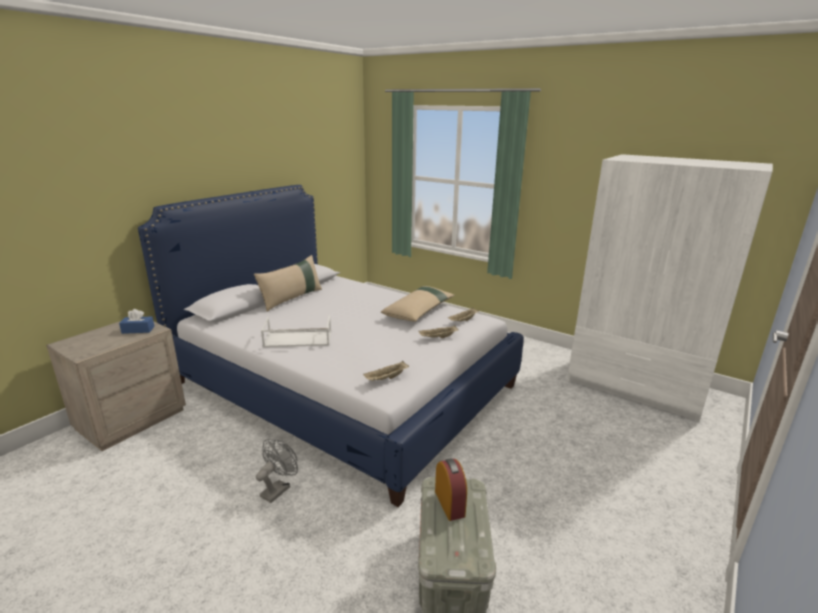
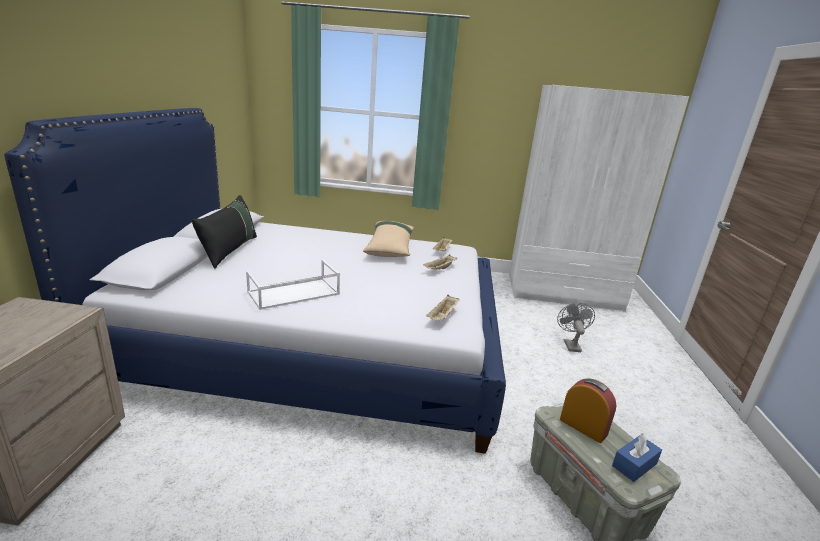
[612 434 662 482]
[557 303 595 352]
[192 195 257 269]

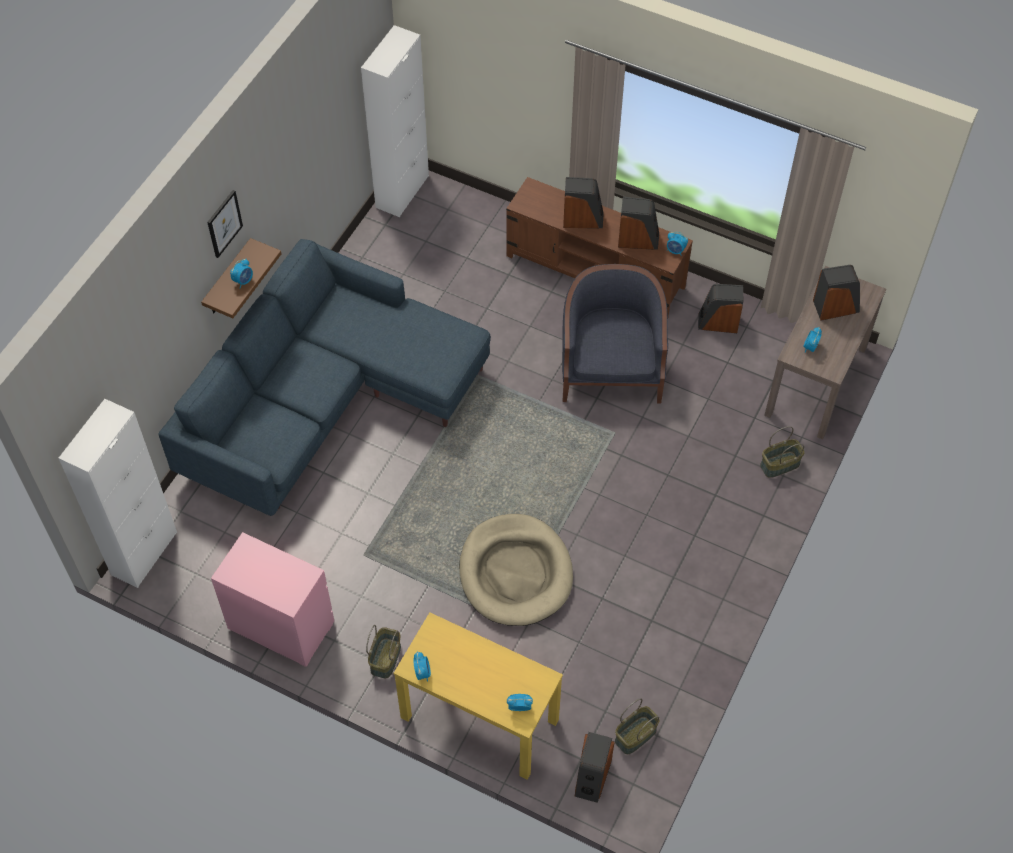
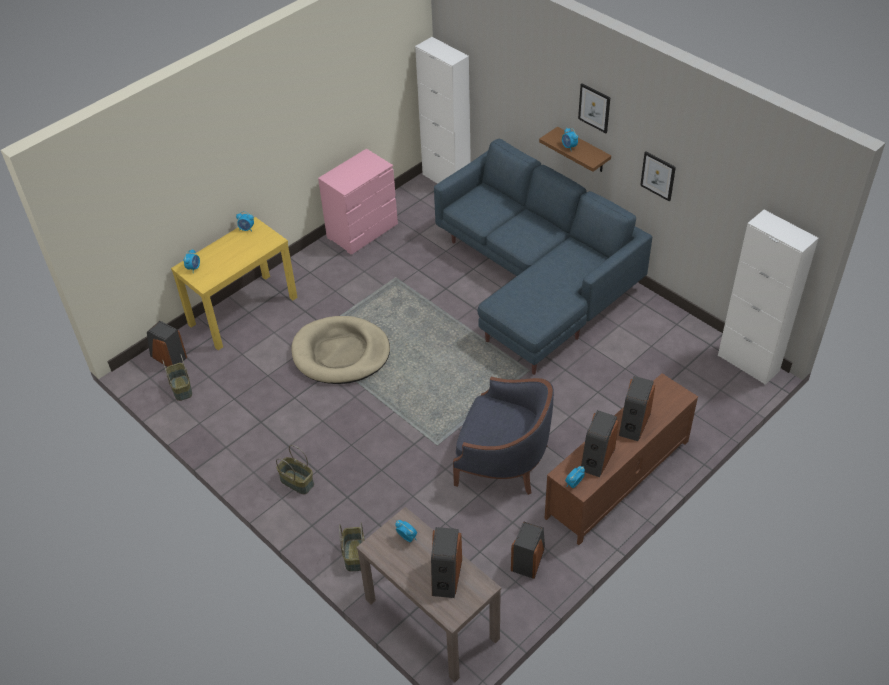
[640 152 676 201]
[276 445 314 494]

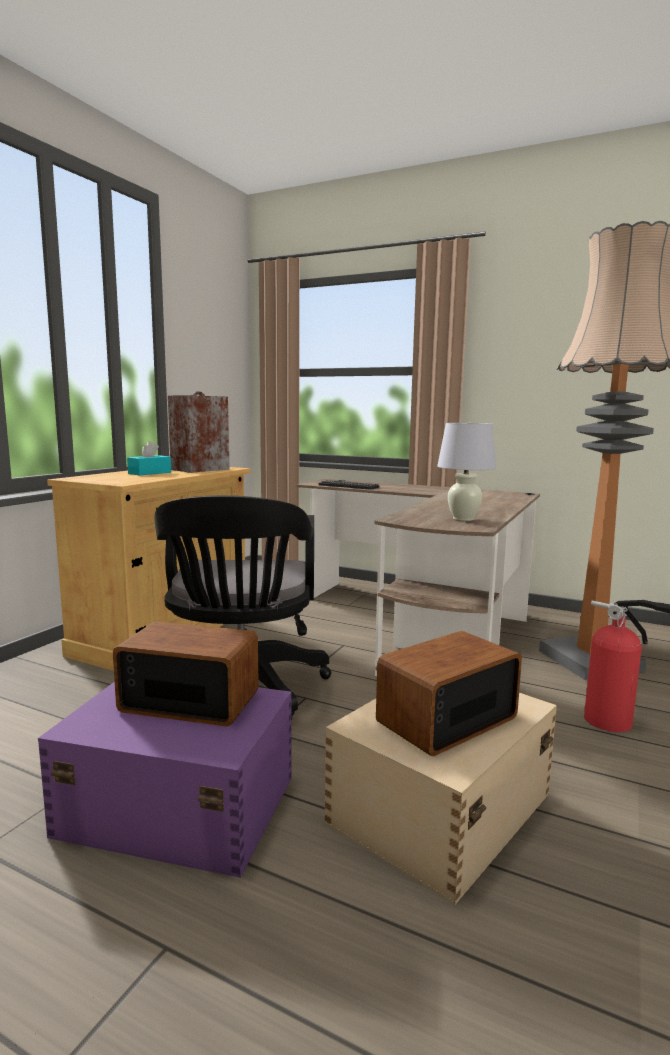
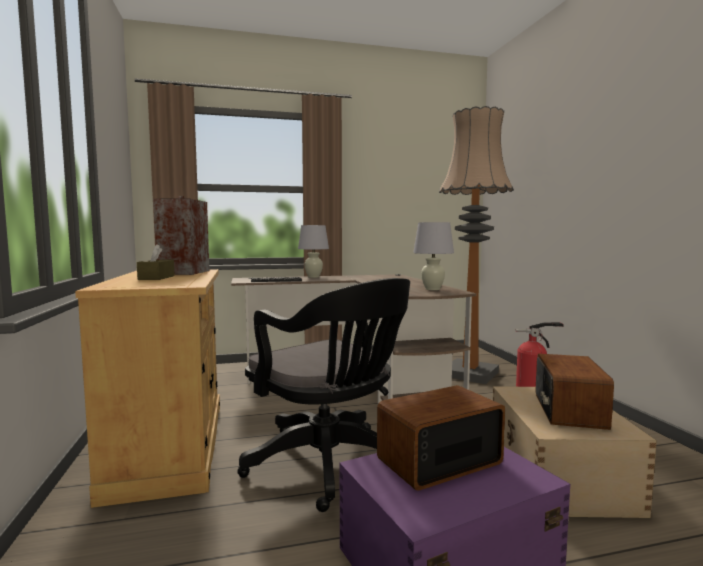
[298 225 329 278]
[137 244 175 280]

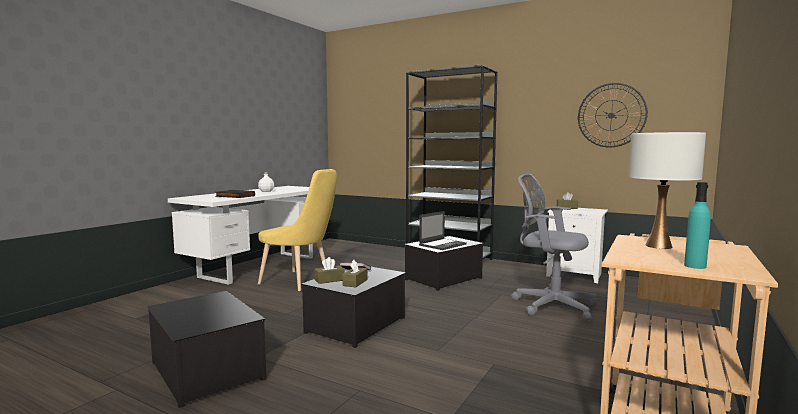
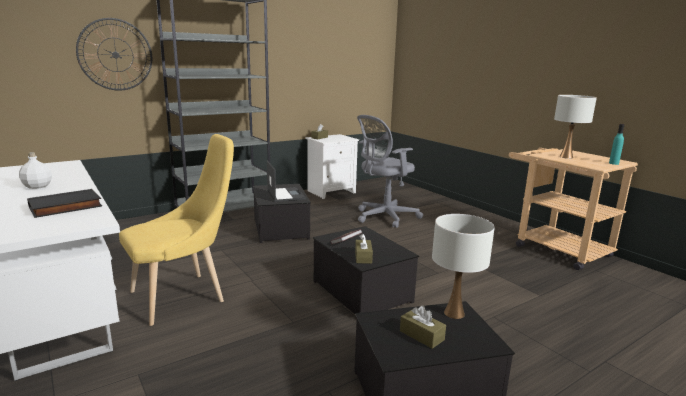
[432 214 495 319]
[400 305 446 349]
[76 18 152 91]

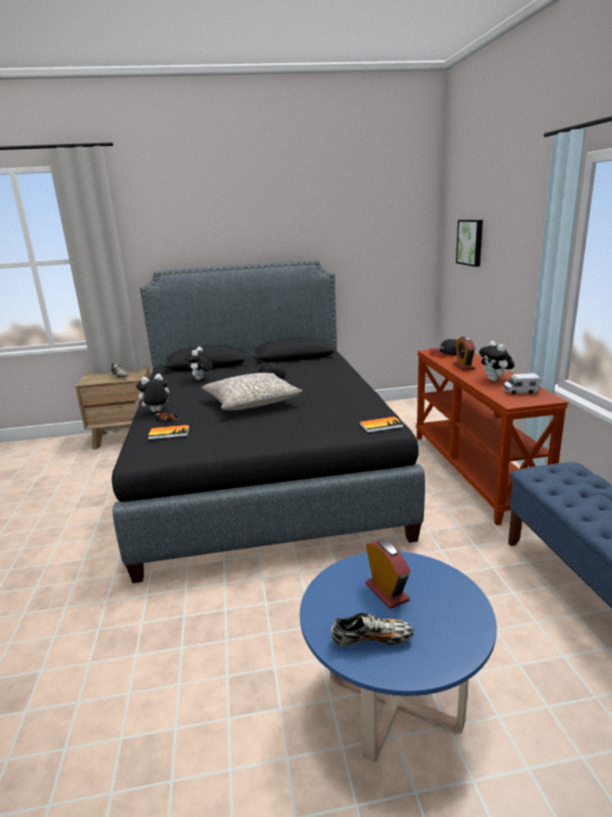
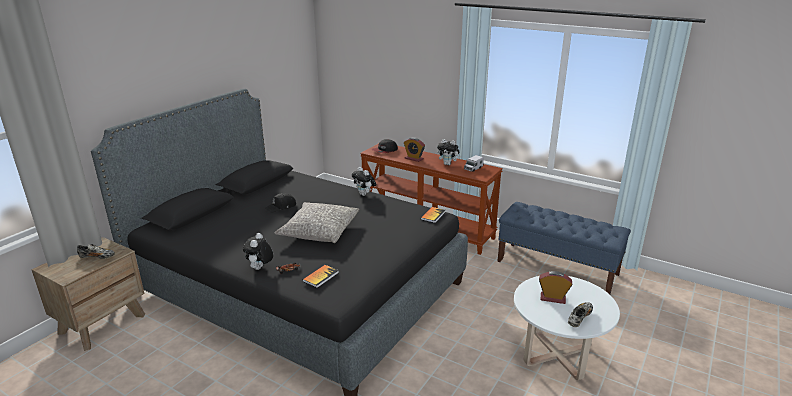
[456 220 483 267] (first image)
[352 167 376 196]
[514 276 620 380]

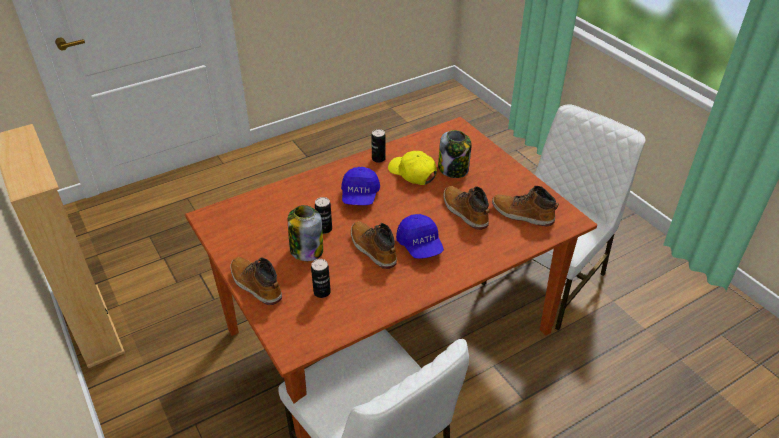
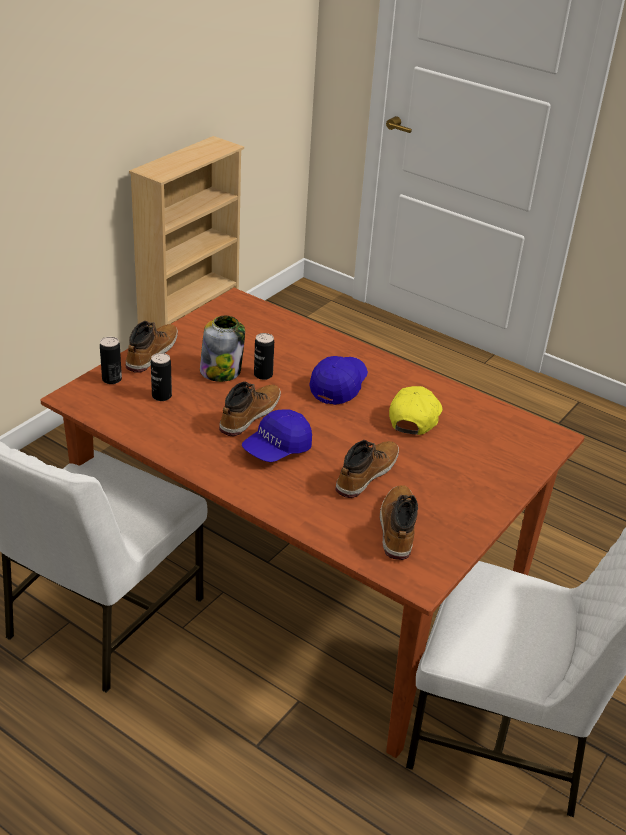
[438 130 471 178] (first image)
[100 337 122 384]
[309 356 368 405]

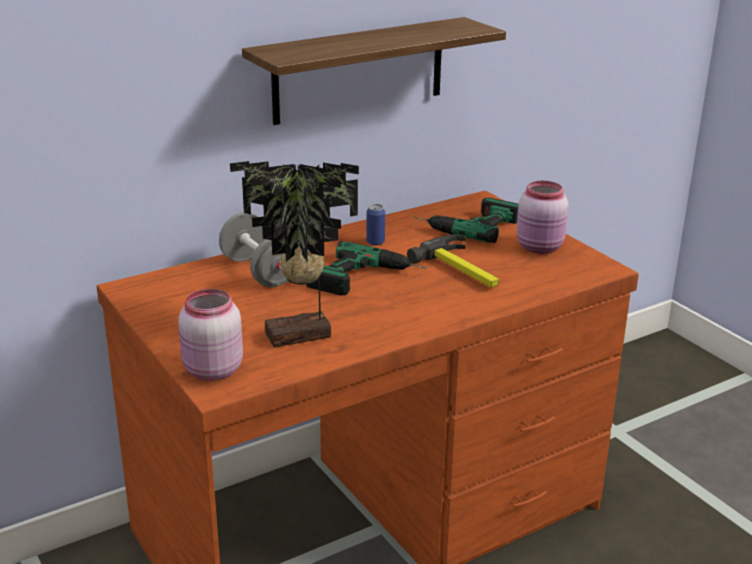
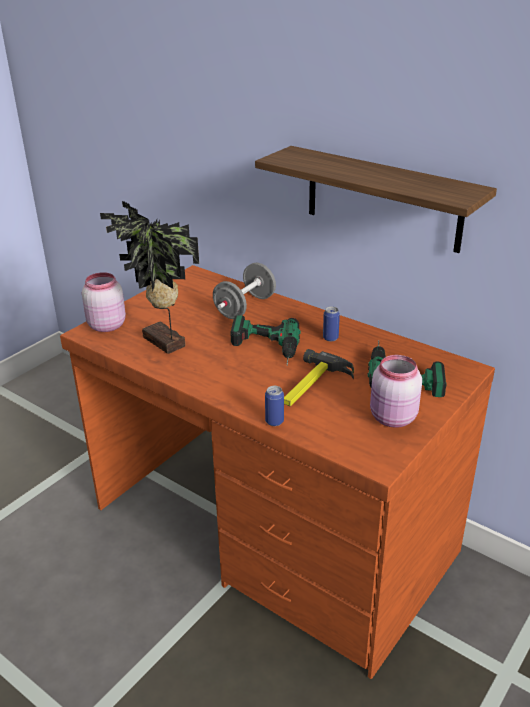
[265 386 284 426]

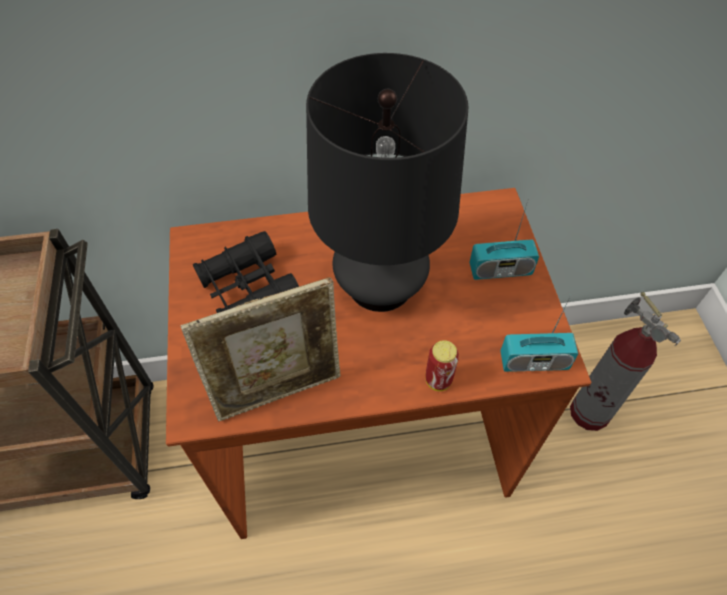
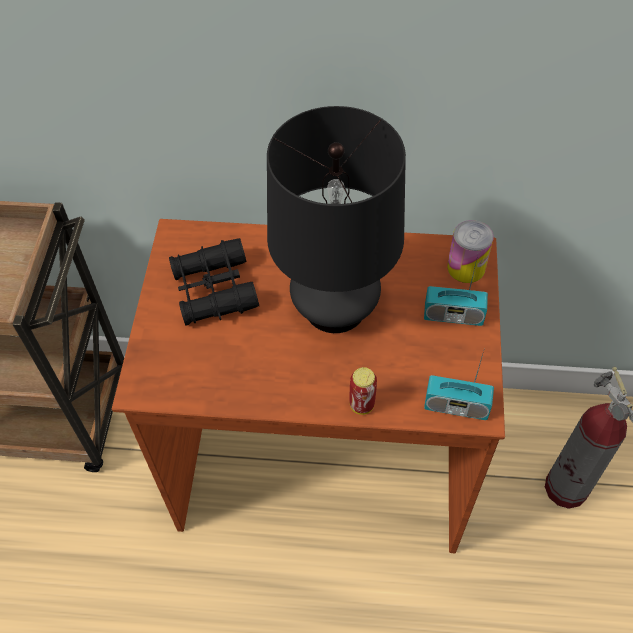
[180 277 341 422] (first image)
[447 220 493 283]

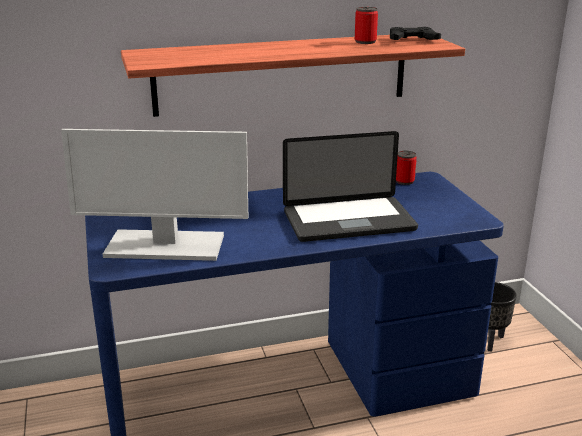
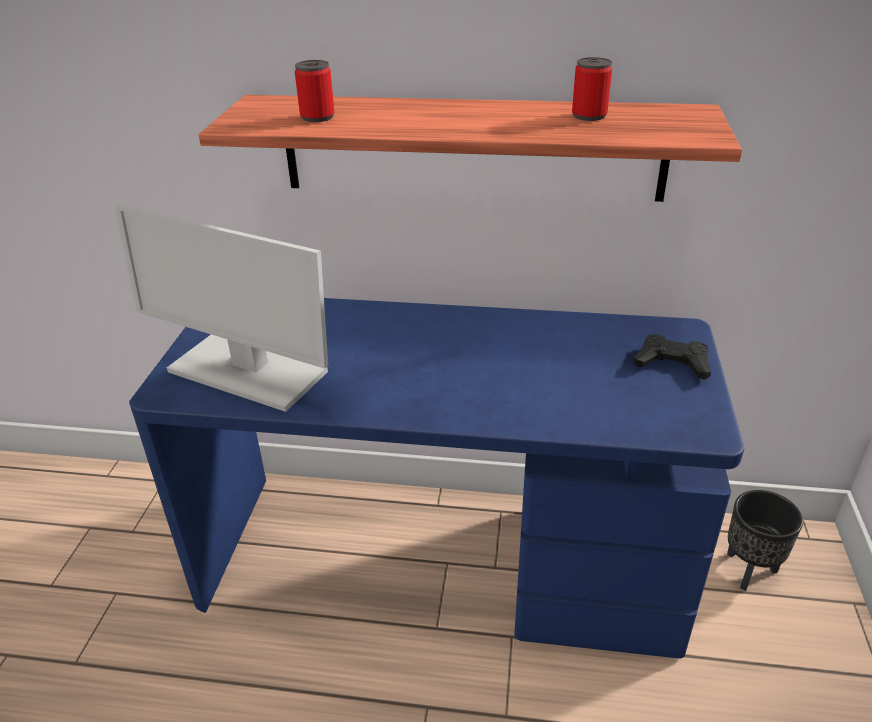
[283 131 418 242] (first image)
[633 334 711 380]
[295 60 334 122]

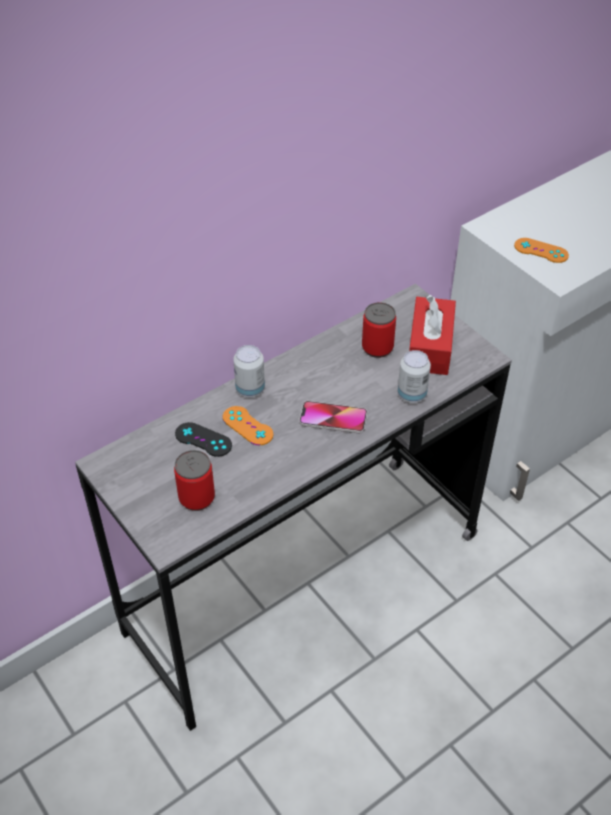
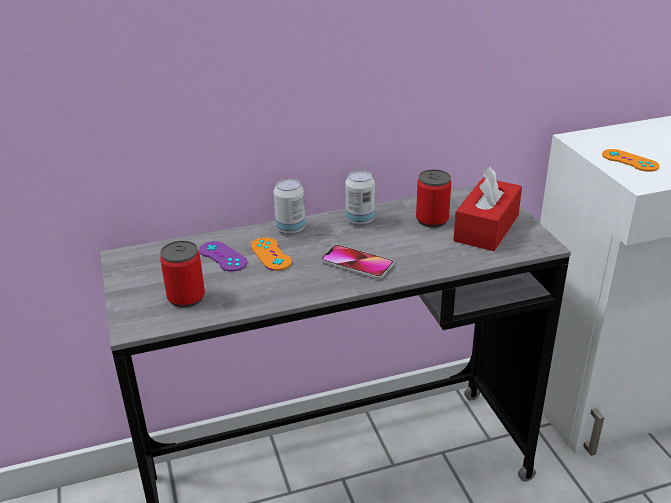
[345 170 375 226]
[199 241 248 272]

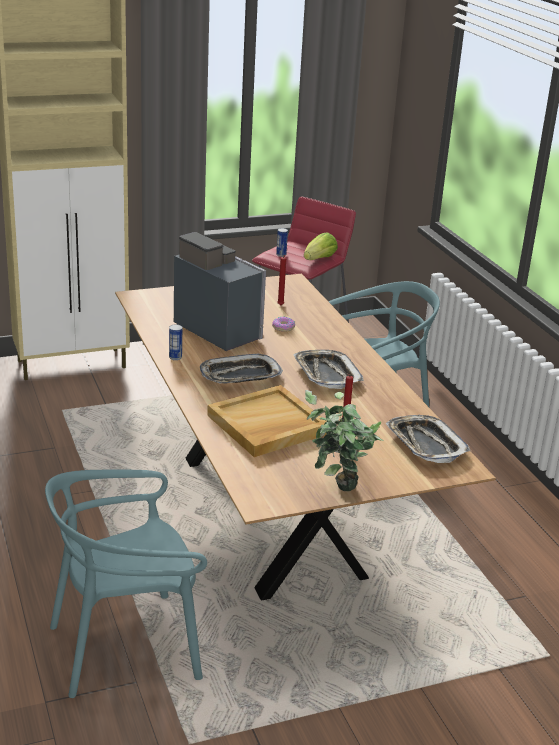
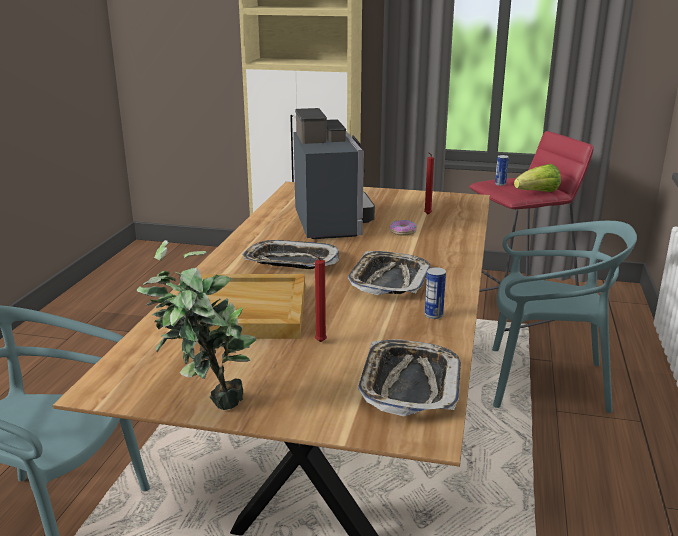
[425 267 446 319]

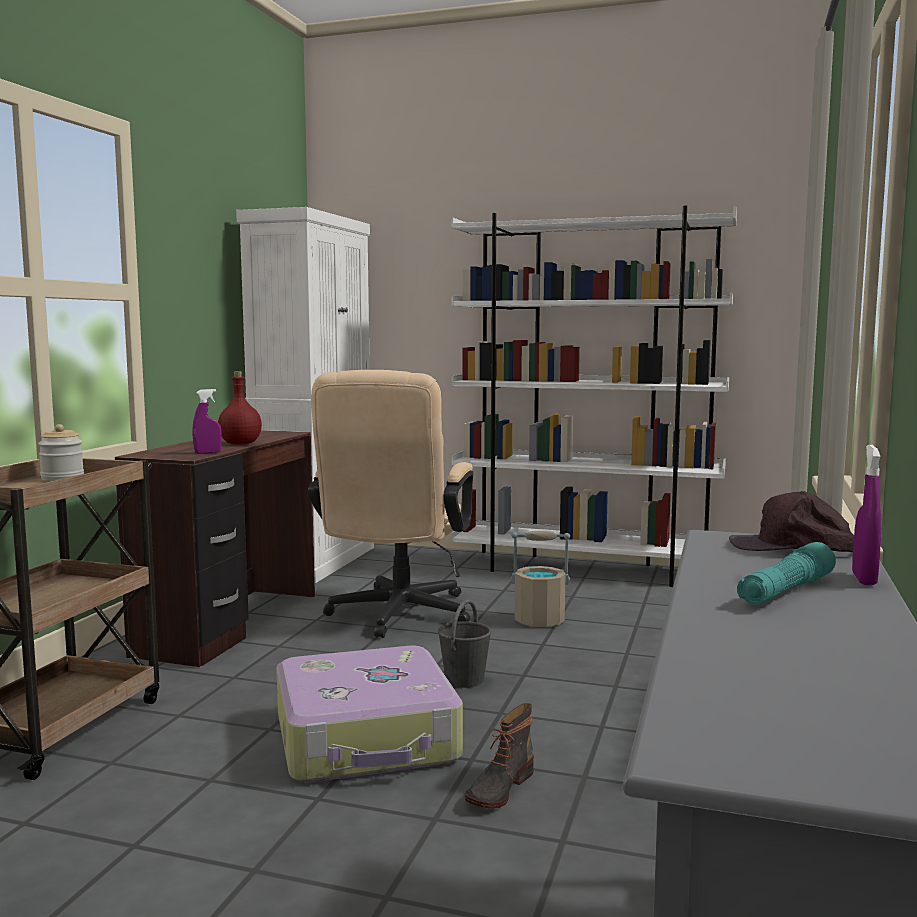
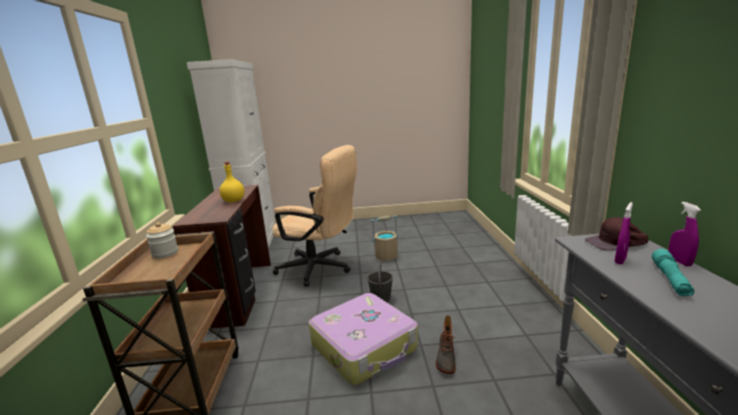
[451 205 737 587] (first image)
[615 202 633 264]
[220 162 244 202]
[272 145 357 287]

